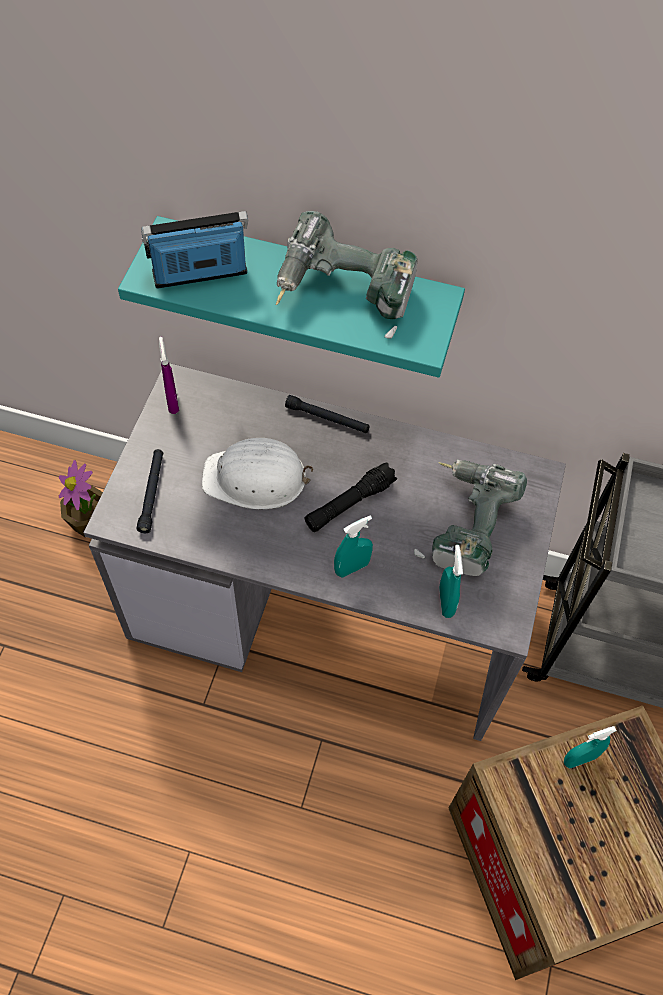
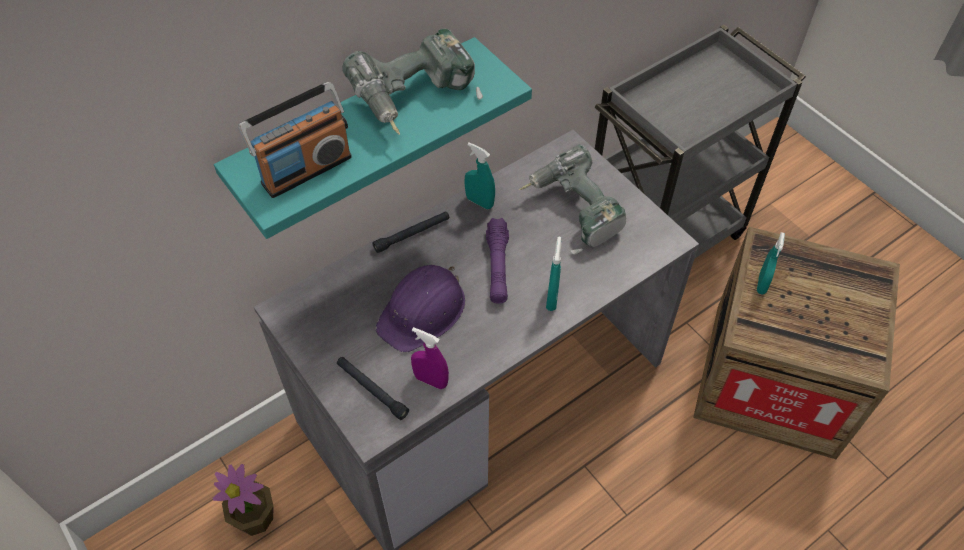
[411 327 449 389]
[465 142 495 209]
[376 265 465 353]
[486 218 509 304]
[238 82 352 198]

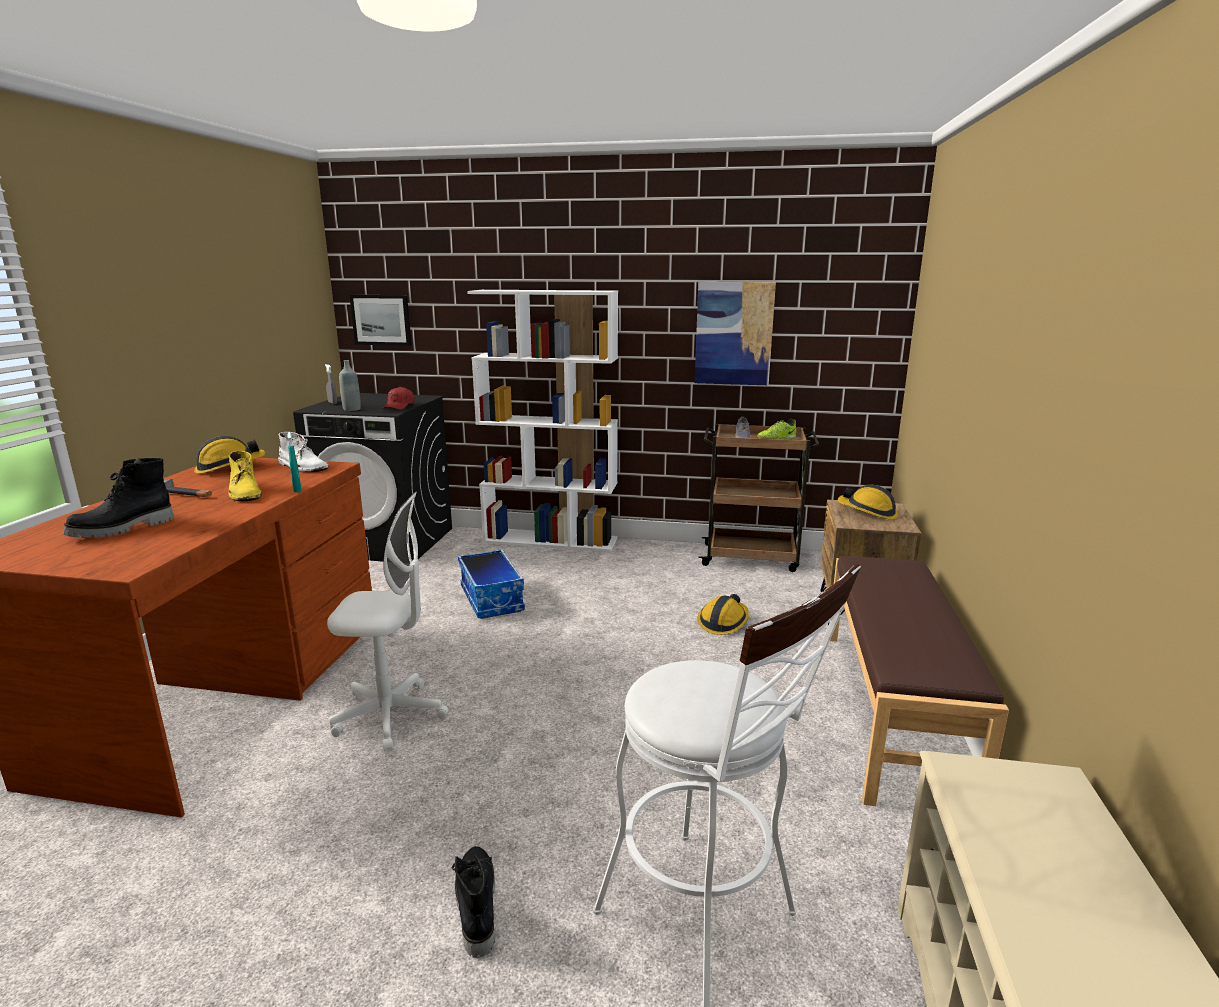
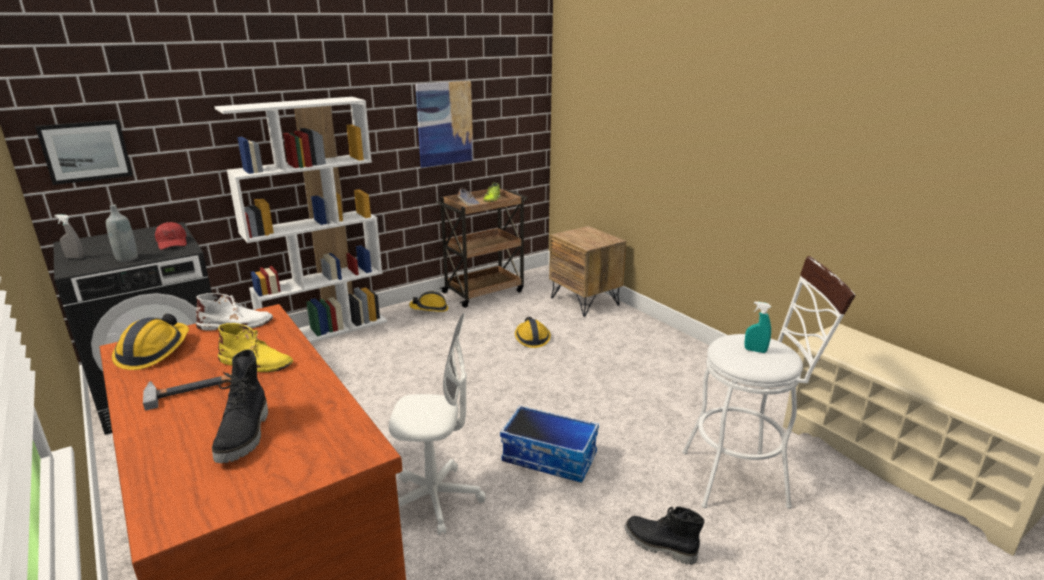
[829 556 1009 806] (first image)
[745 301 771 353]
[500 405 599 483]
[409 291 448 312]
[389 313 486 535]

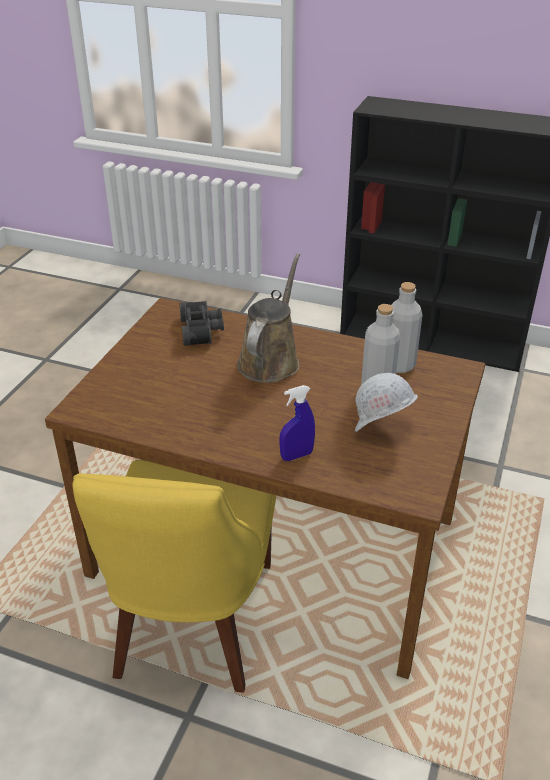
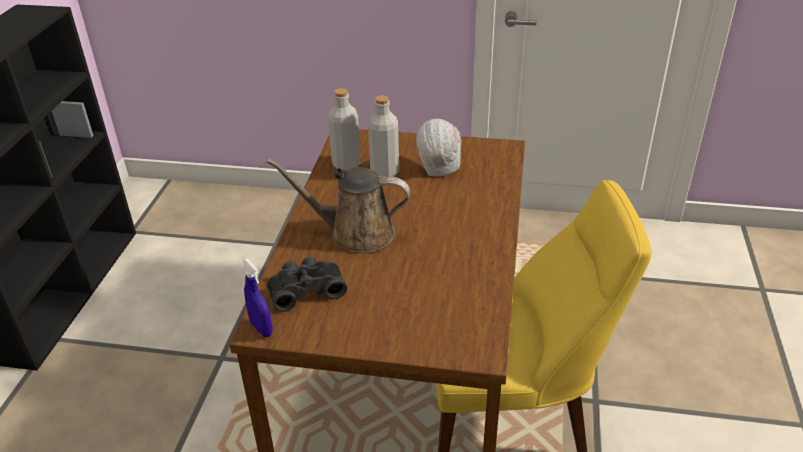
[242 258 273 337]

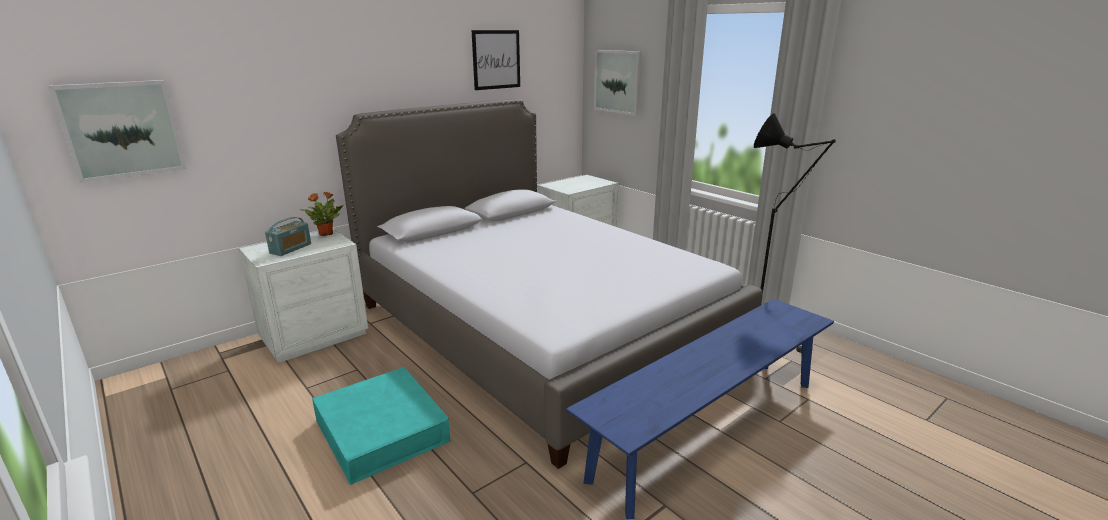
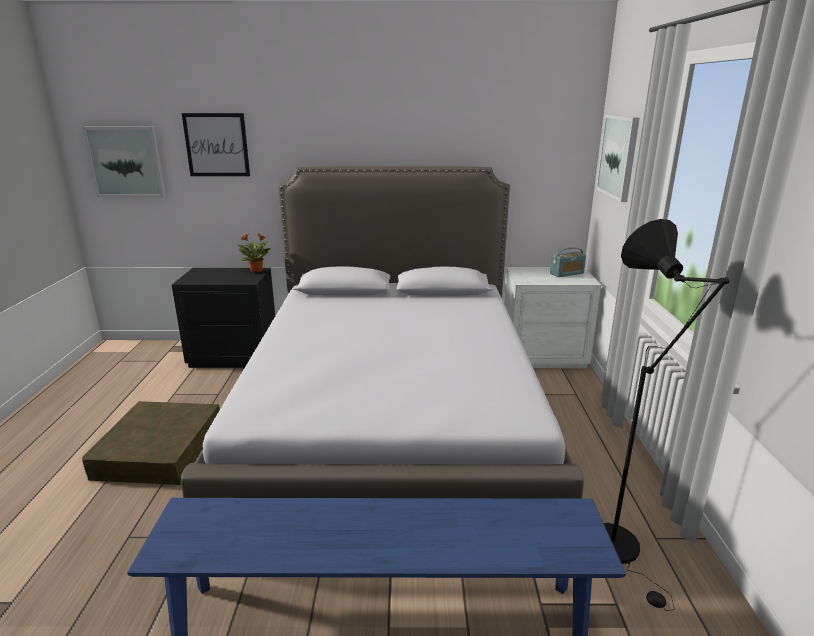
[550 247 586 277]
[182 113 250 176]
[172 268 275 368]
[82 401 220 485]

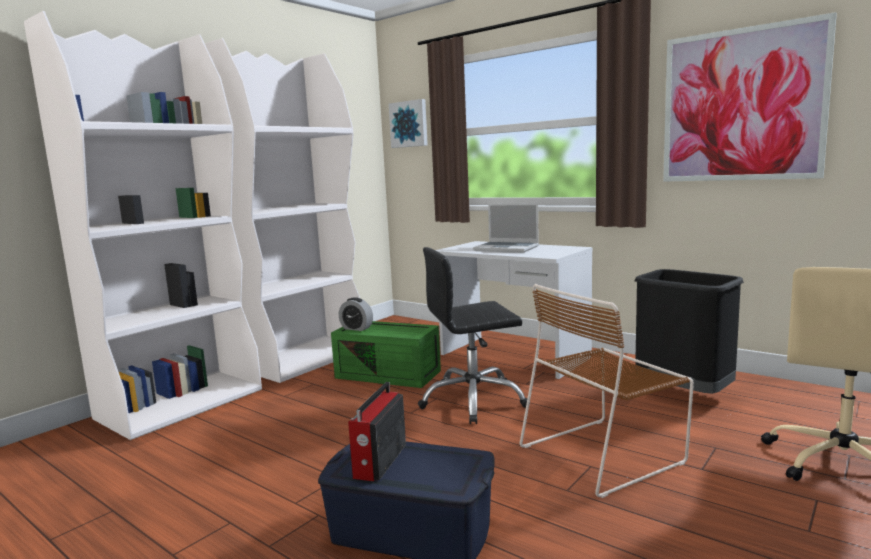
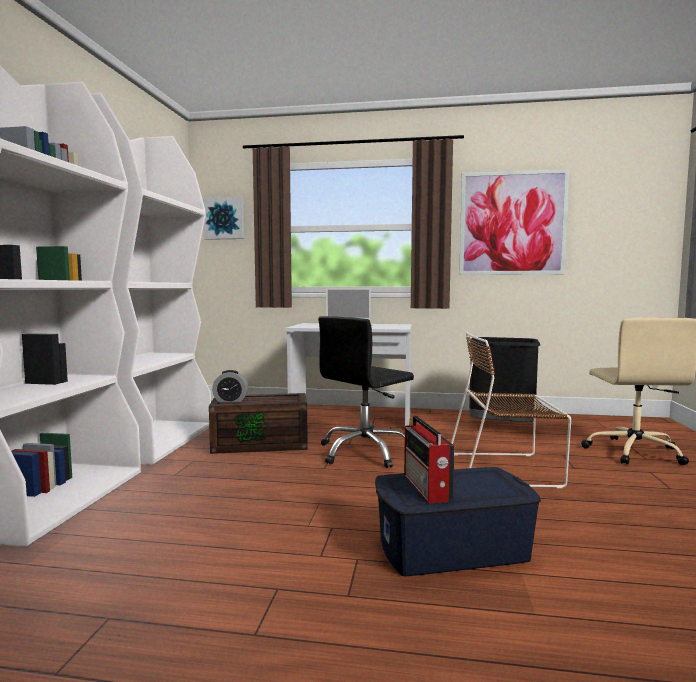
[209 393 308 454]
[451 332 571 488]

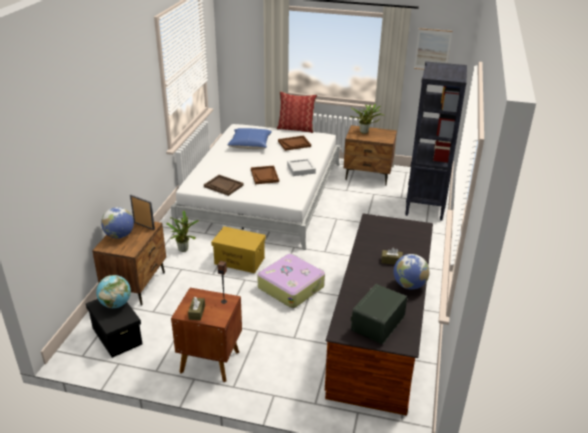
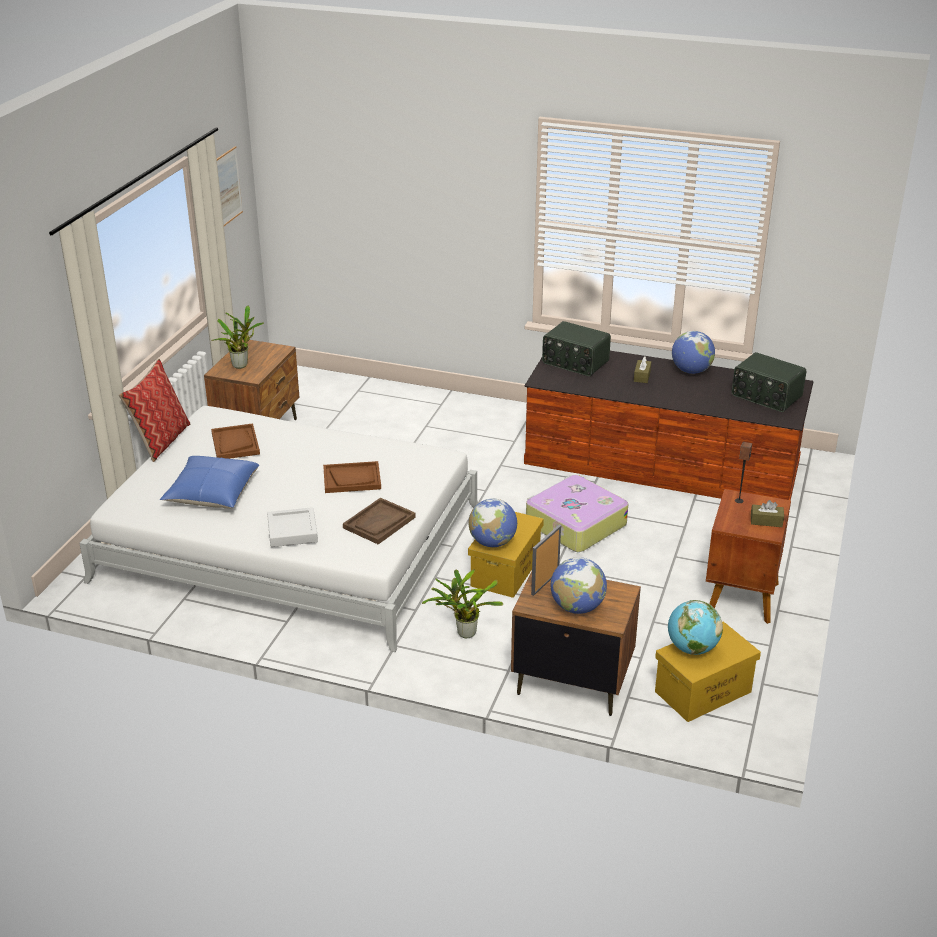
[405 61 467 221] (first image)
[468 498 517 547]
[542 321 611 376]
[267 507 318 547]
[655 621 761 722]

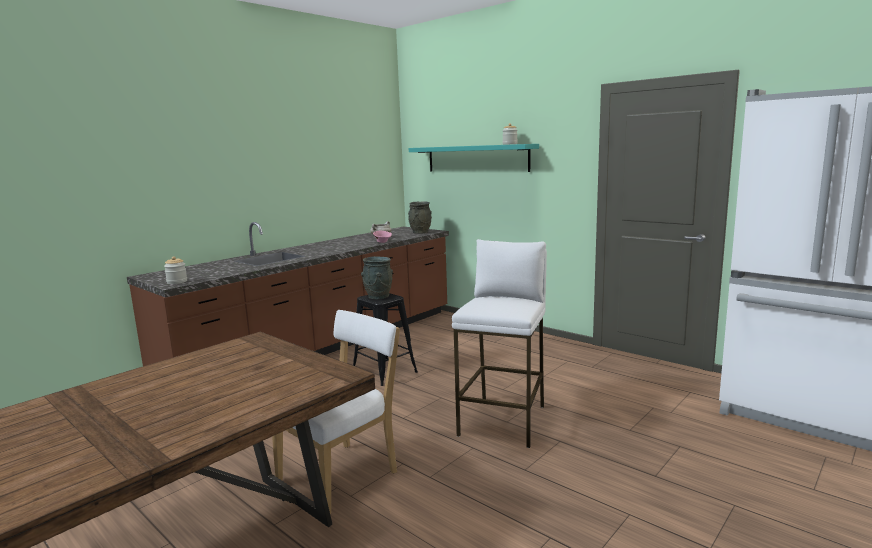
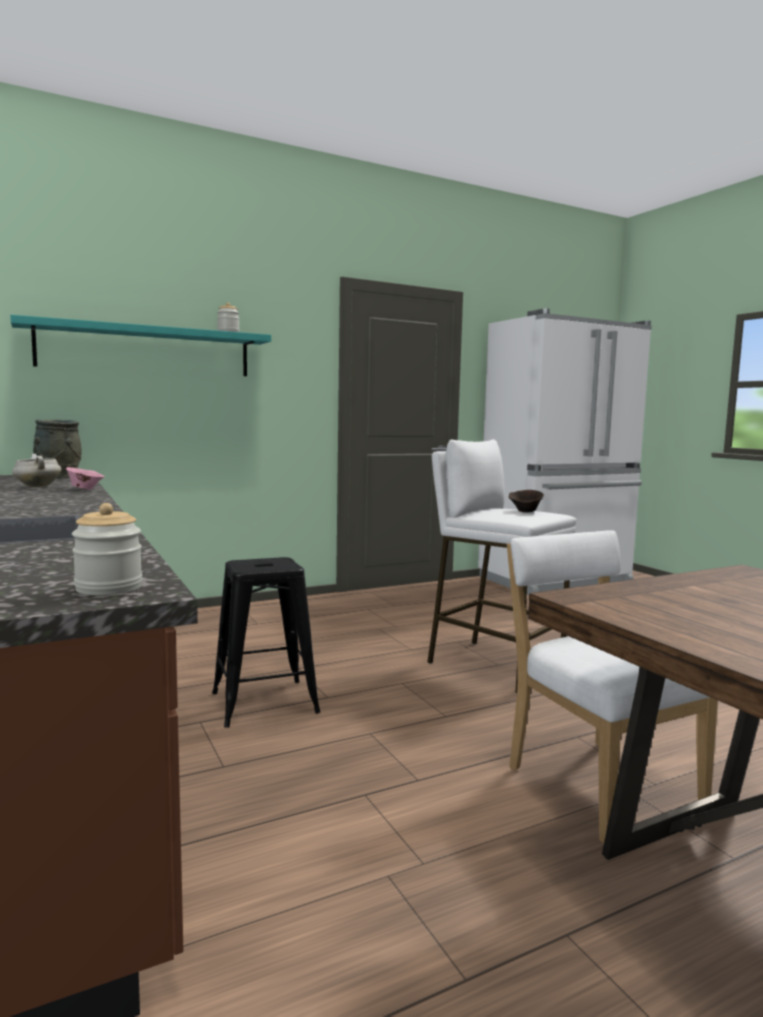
[361 256 393 299] (first image)
[509 490 544 512]

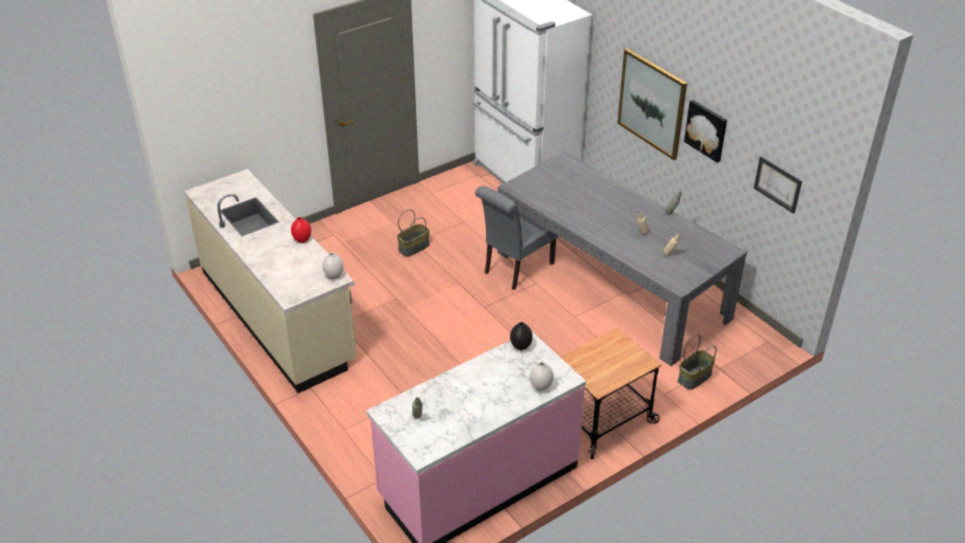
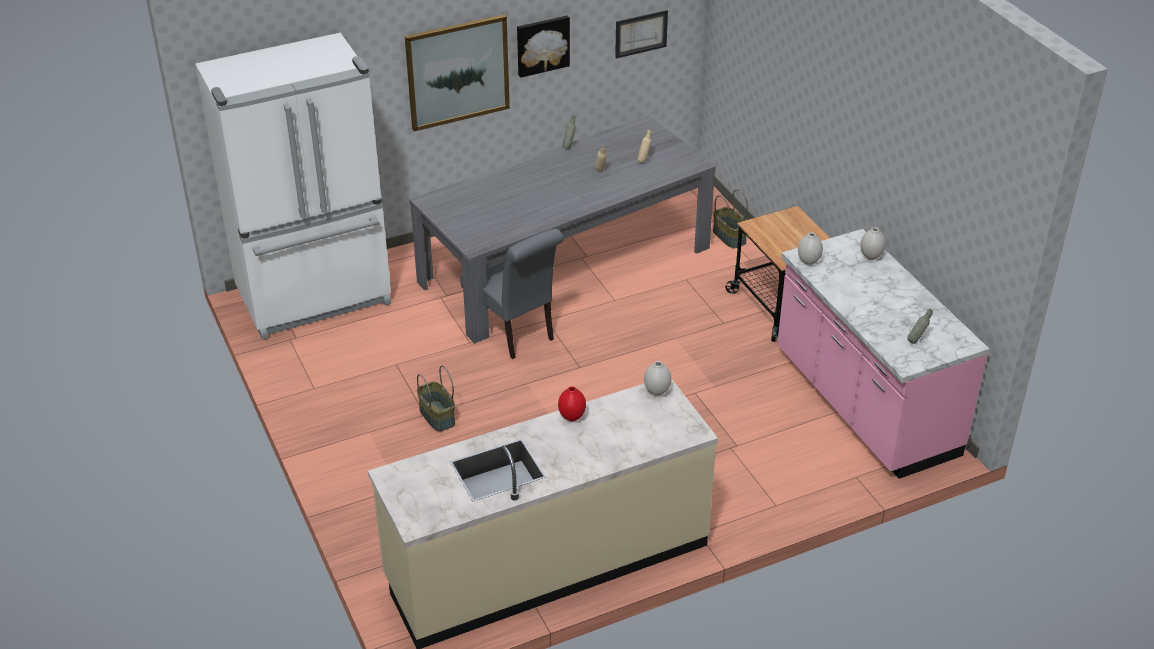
[798 232 823 265]

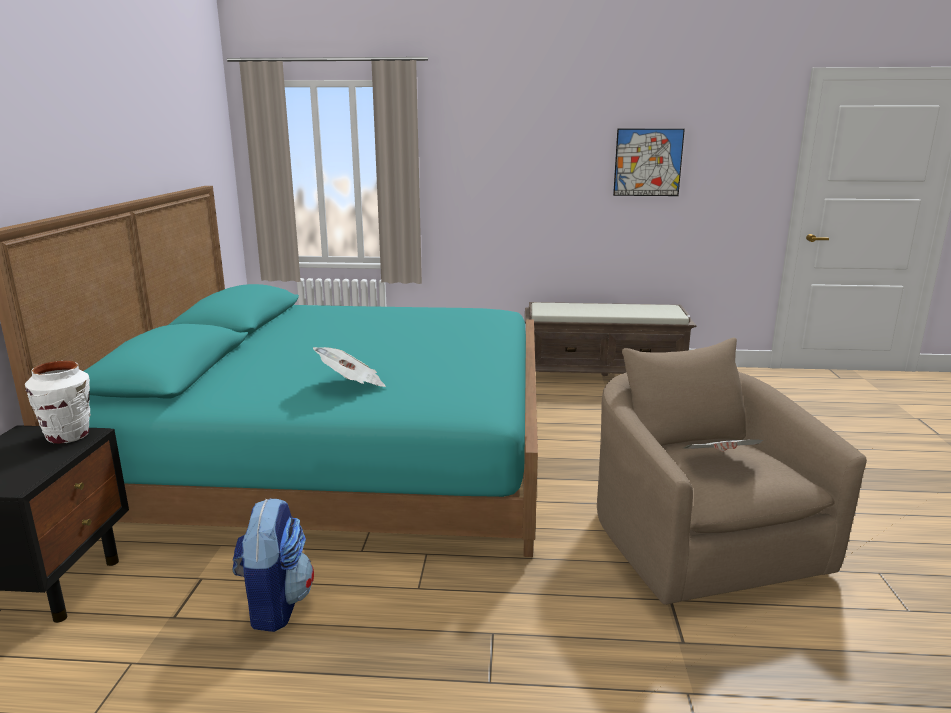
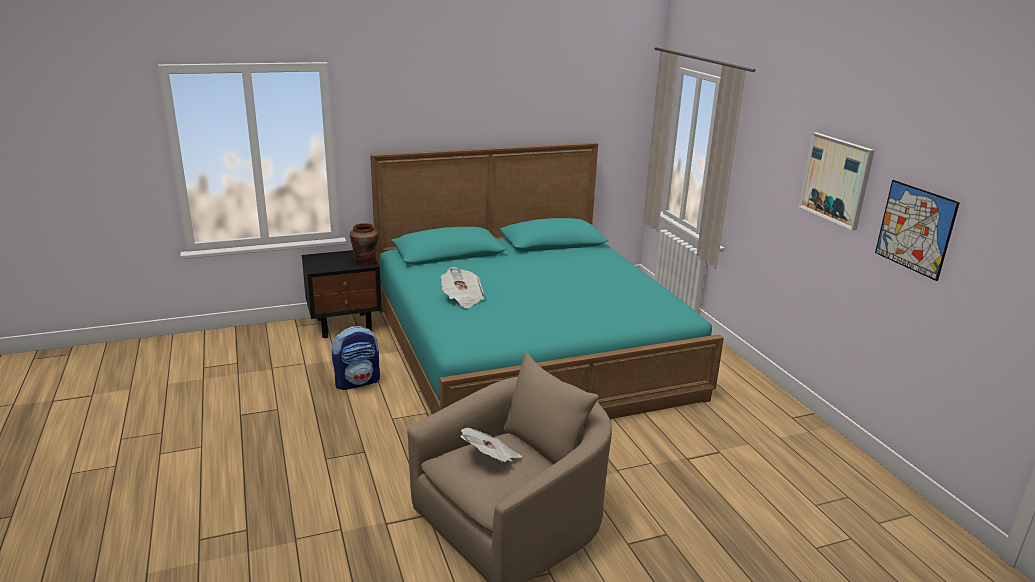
[525 302 696 376] (first image)
[798 133 875 231]
[350 223 378 264]

